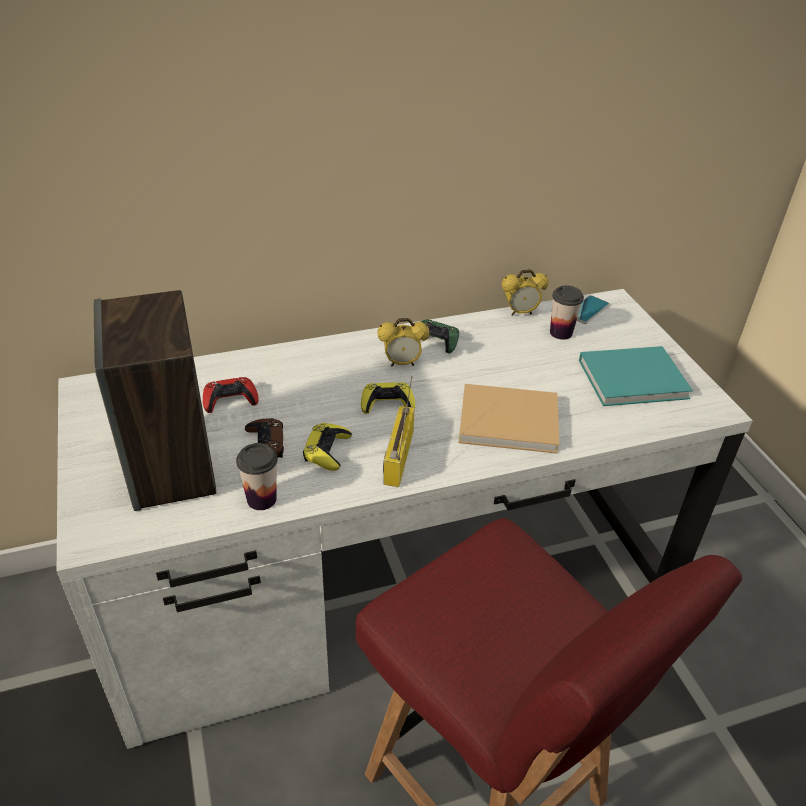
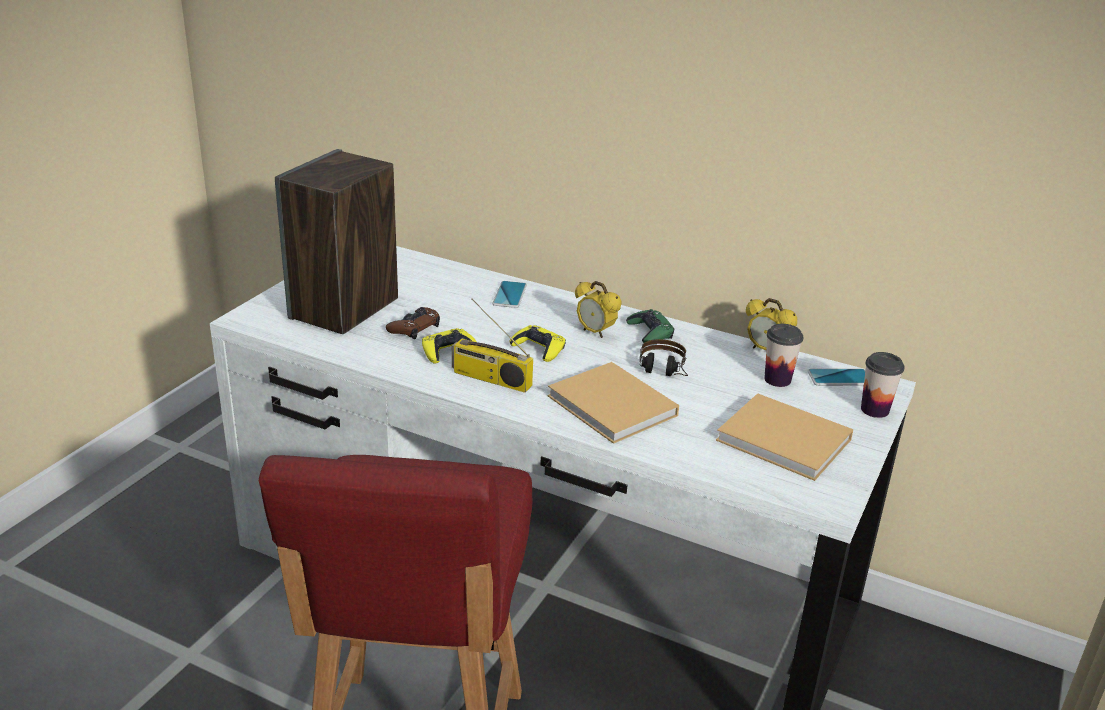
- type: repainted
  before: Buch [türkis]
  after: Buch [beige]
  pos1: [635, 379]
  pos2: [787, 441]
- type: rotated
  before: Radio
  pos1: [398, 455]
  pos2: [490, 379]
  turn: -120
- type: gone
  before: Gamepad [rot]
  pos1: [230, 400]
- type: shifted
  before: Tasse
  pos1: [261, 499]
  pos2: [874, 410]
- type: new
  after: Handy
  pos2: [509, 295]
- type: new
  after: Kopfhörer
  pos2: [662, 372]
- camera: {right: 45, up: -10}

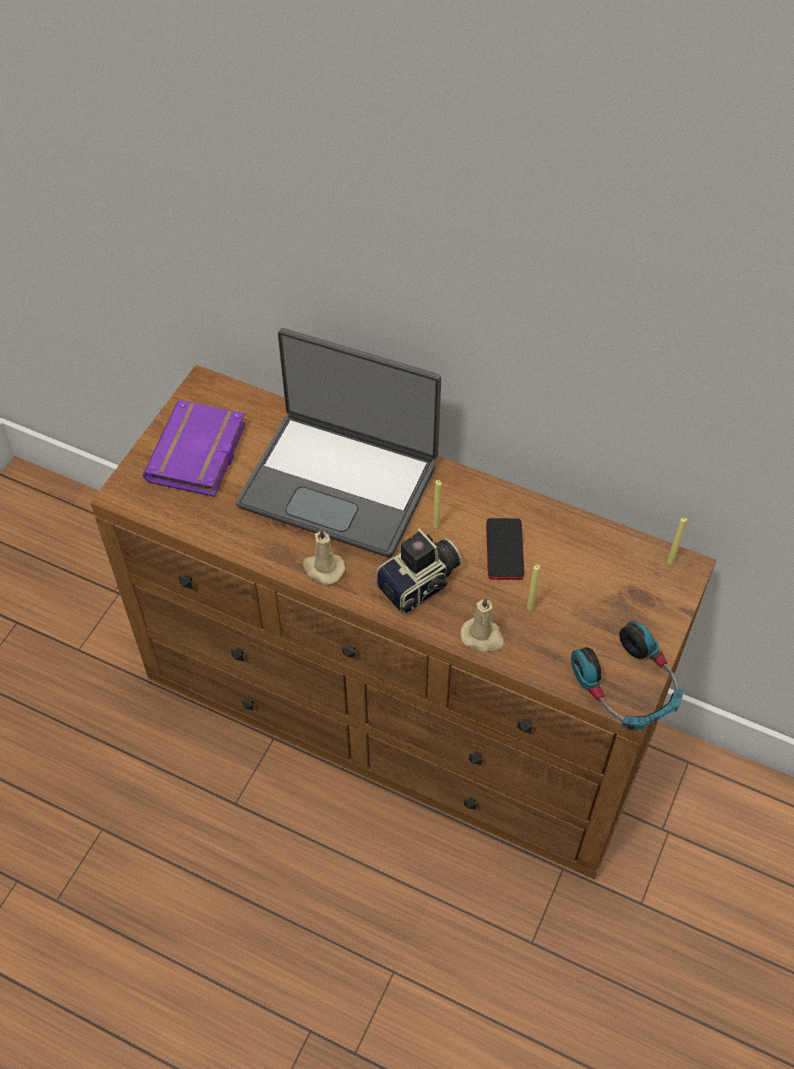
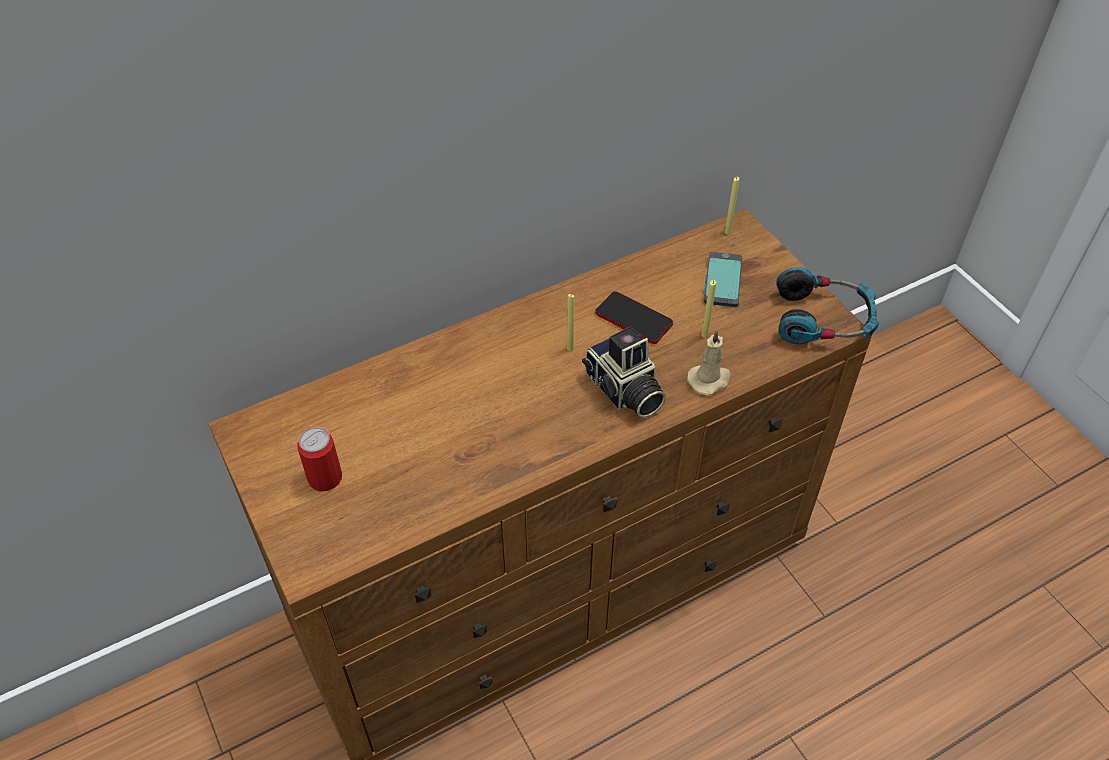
- type: gone
  before: Laptop
  pos1: [340, 482]
- type: swapped
  before: Buch [lila]
  after: Dose
  pos1: [199, 456]
  pos2: [325, 478]
- type: gone
  before: Kerze [beige]
  pos1: [323, 568]
- type: rotated
  before: Kamera
  pos1: [421, 585]
  pos2: [623, 391]
  turn: 150
- type: new
  after: Handy
  pos2: [722, 280]
- camera: {right: -55, up: -5}

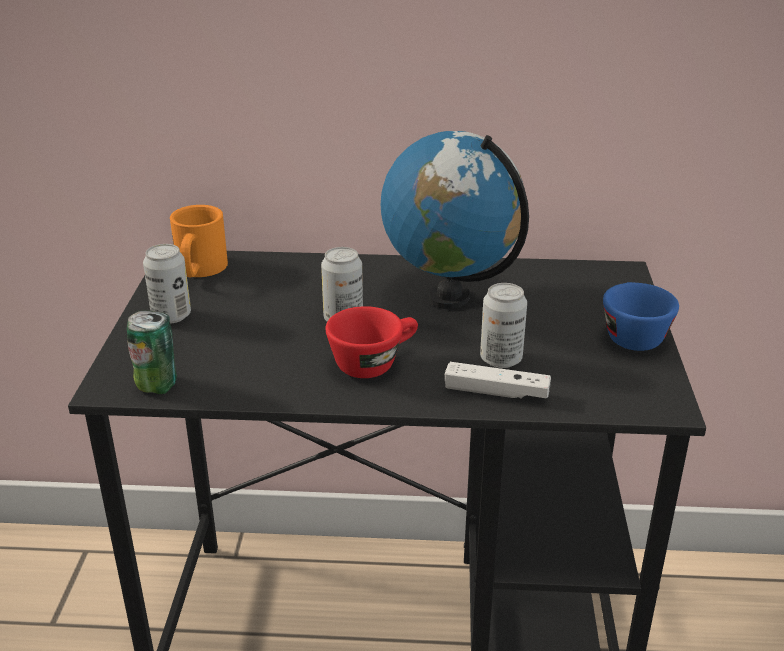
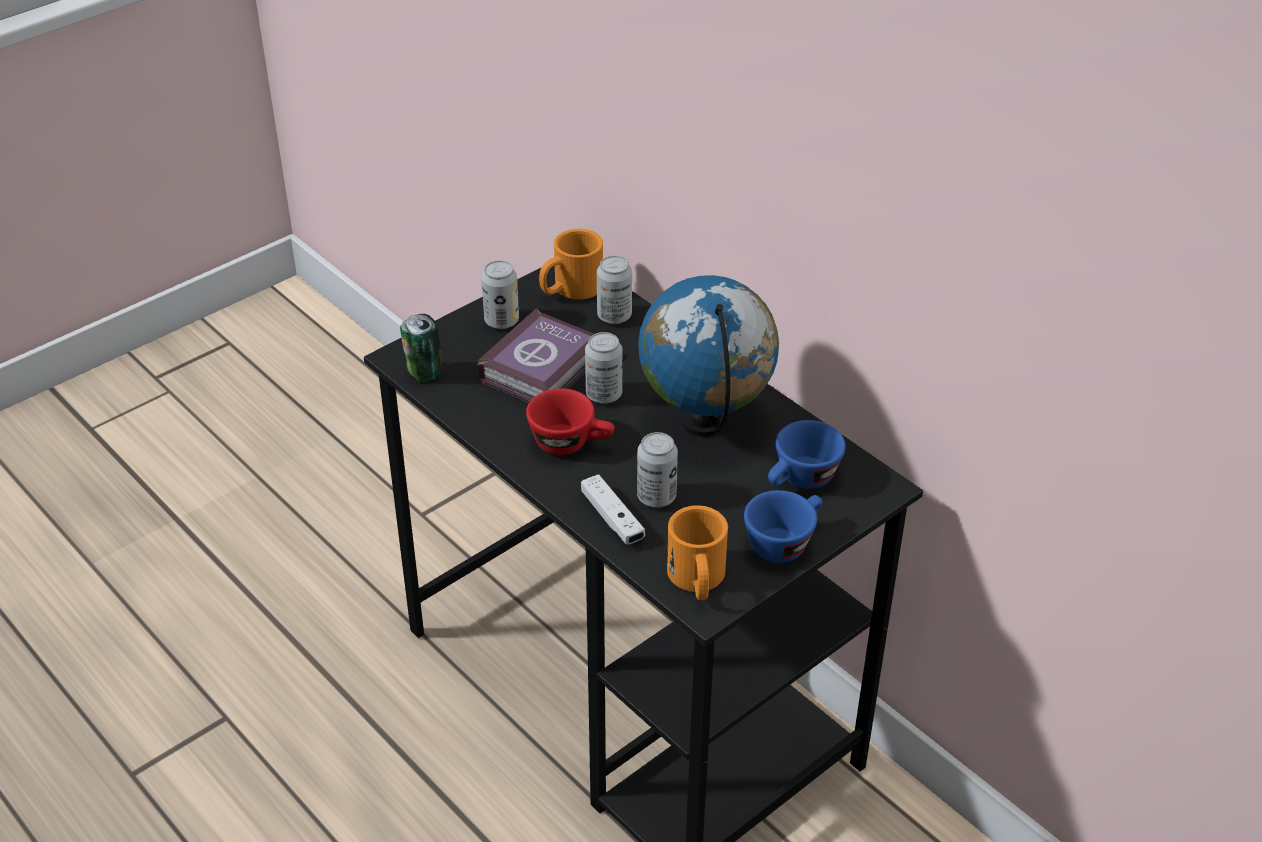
- type: new
  after: Dose
  pos2: [614, 316]
- type: new
  after: Buch
  pos2: [544, 367]
- type: new
  after: Tasse [blau]
  pos2: [801, 480]
- type: new
  after: Henkelbecher [orange]
  pos2: [697, 581]
- camera: {right: 45, up: 10}

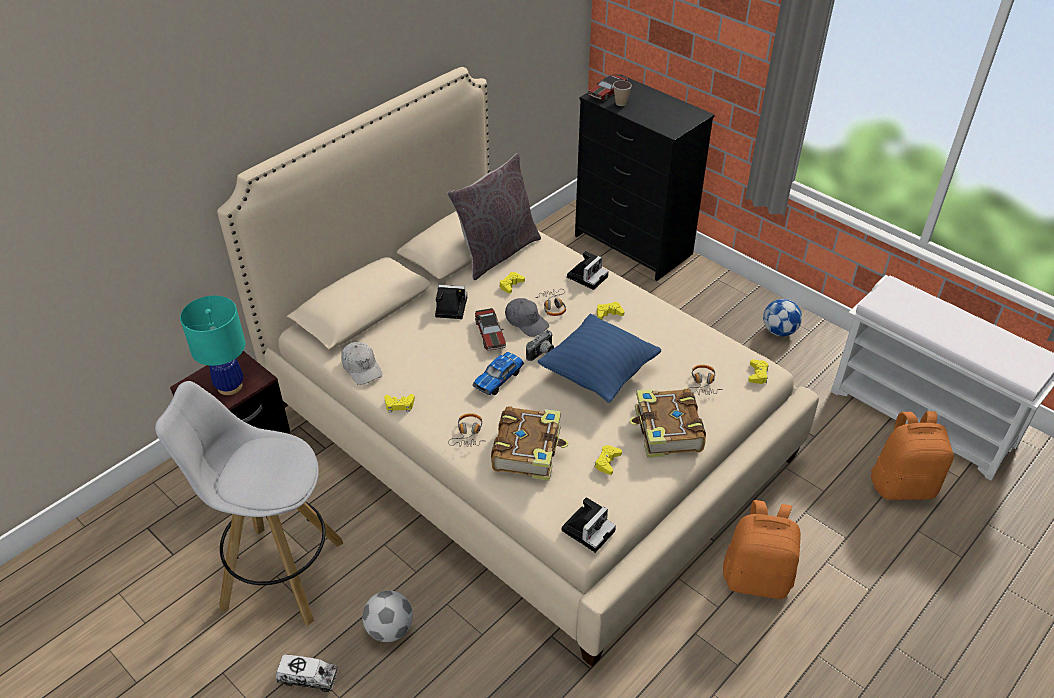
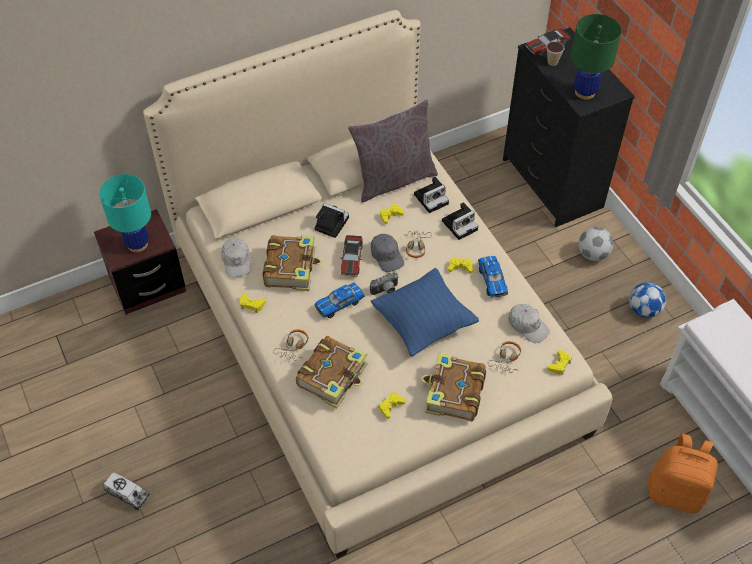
- type: gone
  before: Hocker [weiß]
  pos1: [280, 574]
- type: shifted
  before: Kamera
  pos1: [588, 529]
  pos2: [432, 198]
- type: gone
  before: Rucksack [orange]
  pos1: [757, 578]
- type: shifted
  before: Fußball
  pos1: [390, 629]
  pos2: [593, 254]
- type: new
  after: Tischlampe [grün]
  pos2: [584, 92]
- type: new
  after: Buch
  pos2: [291, 268]
- type: new
  after: Spielzeugauto
  pos2: [492, 280]
- type: new
  after: Kappe [weiß]
  pos2: [528, 326]
- camera: {right: 20, up: 10}

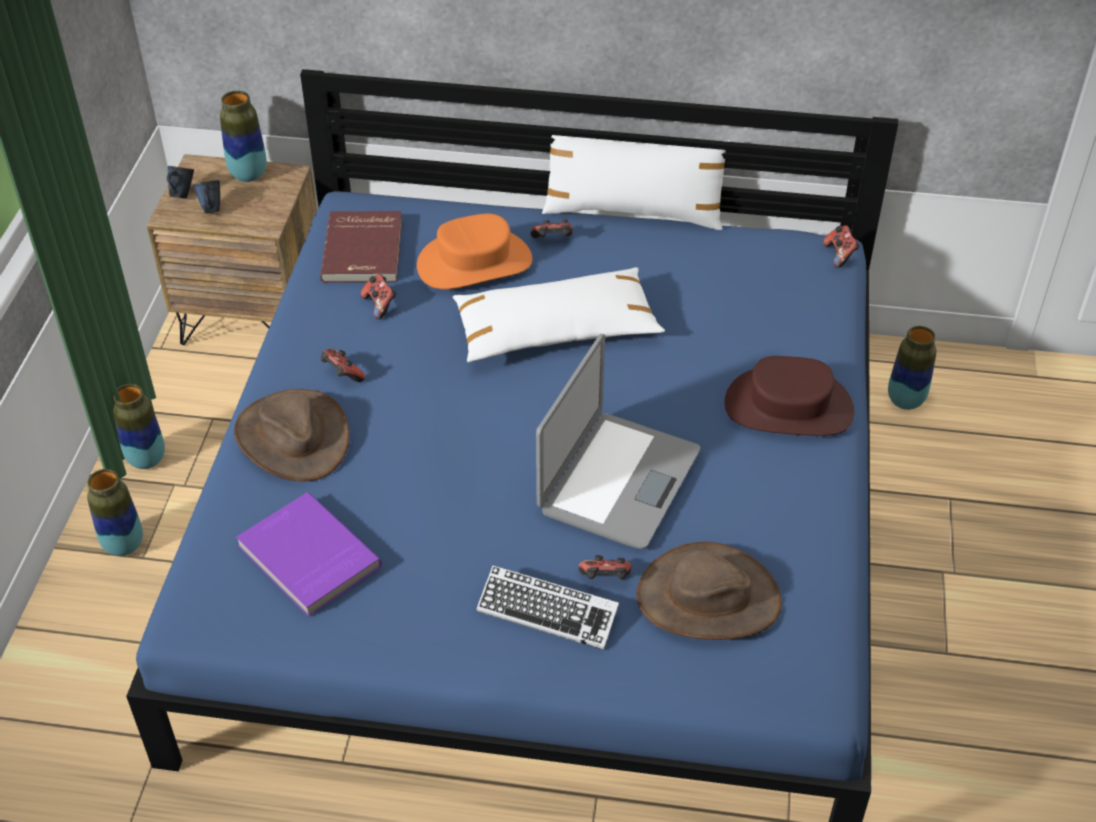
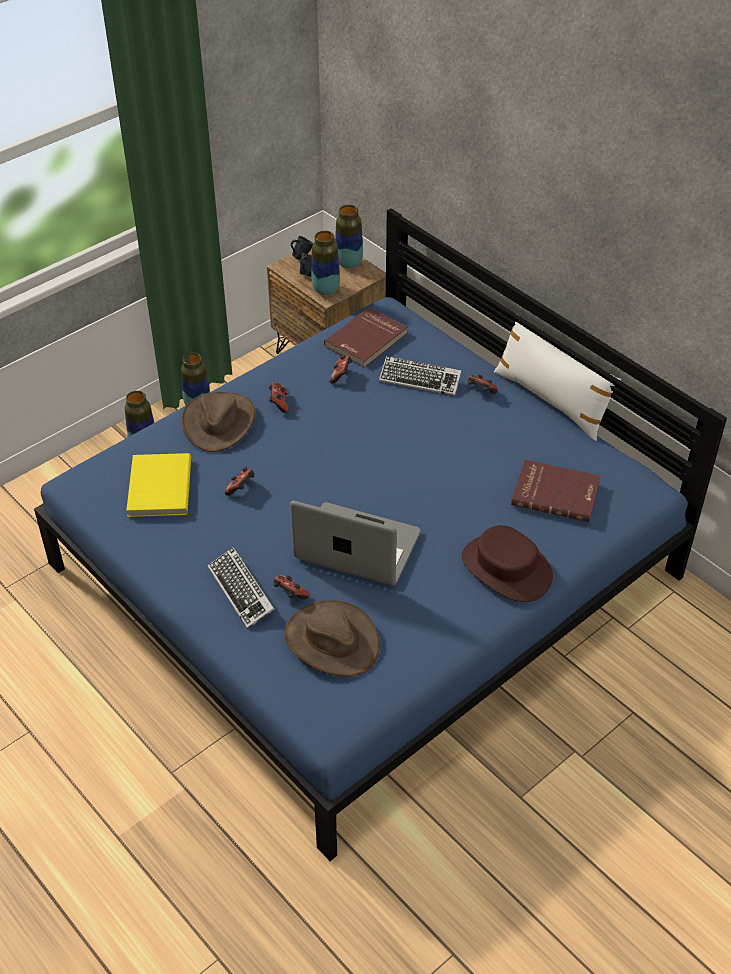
- type: swapped
  before: Hut [orange]
  after: Tastatur
  pos1: [474, 262]
  pos2: [420, 380]
- type: shifted
  before: Gamepad
  pos1: [840, 255]
  pos2: [241, 488]
- type: gone
  before: Kissen [weiß]
  pos1: [555, 330]
- type: shifted
  before: Vase
  pos1: [905, 401]
  pos2: [326, 290]
- type: rotated
  before: Laptop
  pos1: [618, 481]
  pos2: [357, 547]
  turn: -135
- type: repainted
  before: Buch [lila]
  after: Buch [gelb]
  pos1: [307, 557]
  pos2: [158, 487]
- type: new
  after: Buch [rot]
  pos2: [556, 492]
- camera: {right: 40, up: 0}

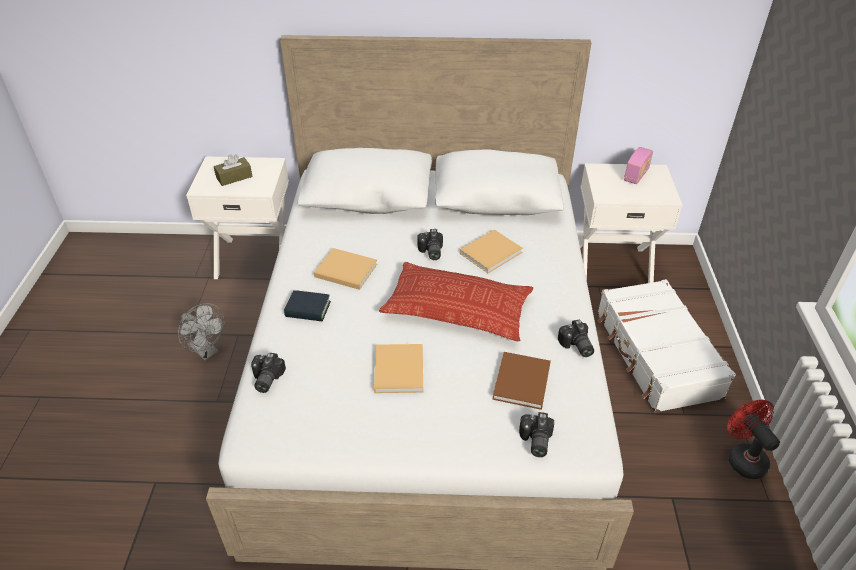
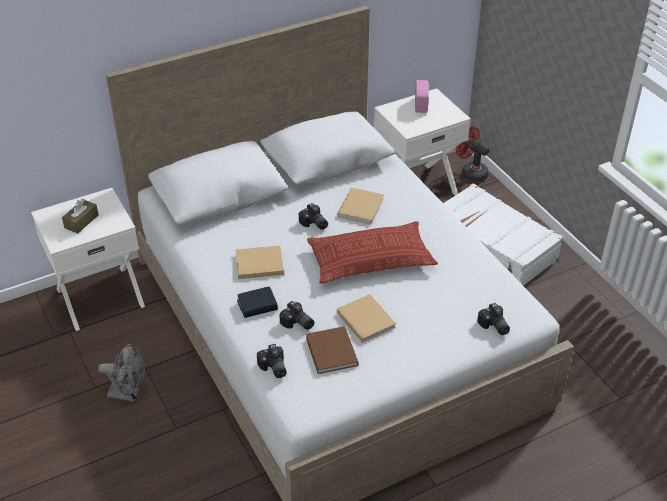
- type: shifted
  before: Kamera
  pos1: [576, 346]
  pos2: [297, 324]
- type: shifted
  before: Buch [braun]
  pos1: [521, 383]
  pos2: [332, 353]
- type: shifted
  before: Ventilator [rot]
  pos1: [743, 457]
  pos2: [471, 172]
- camera: {right: -30, up: 0}

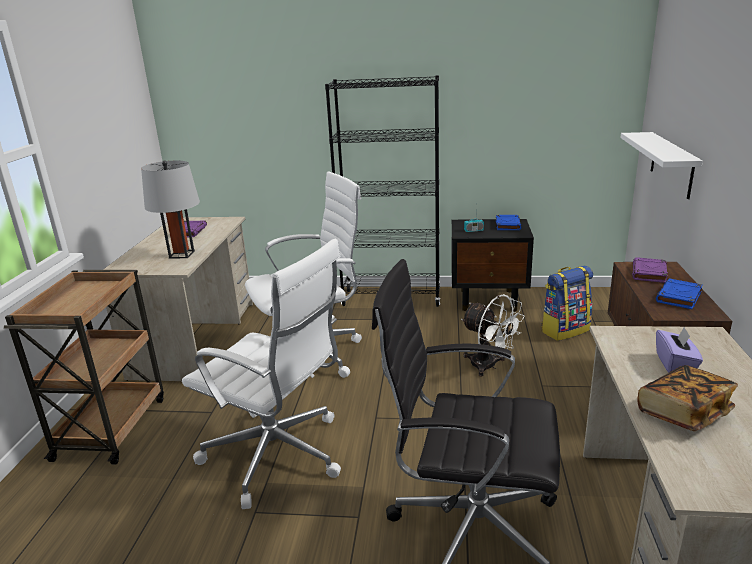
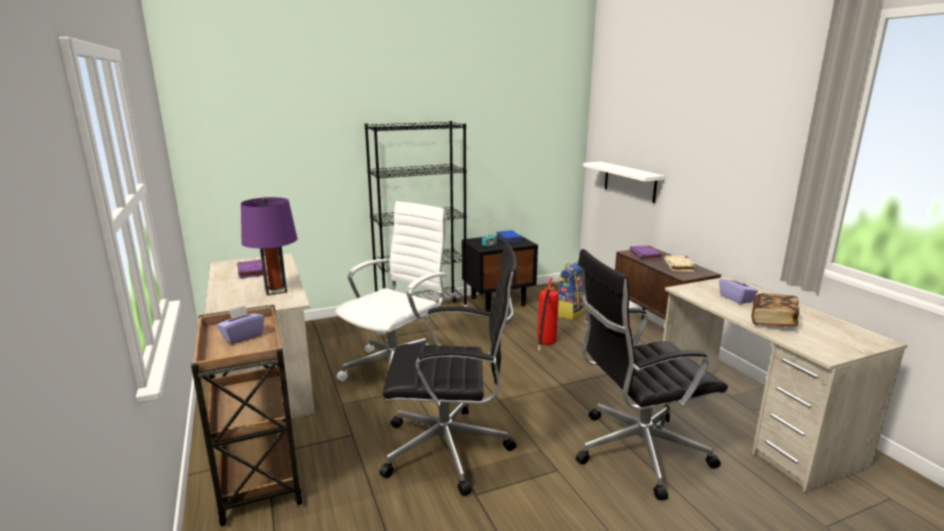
- type: repainted
  before: Tischlampe [grau]
  after: Tischlampe [lila]
  pos1: [181, 254]
  pos2: [275, 290]
- type: repainted
  before: Bürostuhl [weiß]
  after: Bürostuhl [schwarz]
  pos1: [278, 456]
  pos2: [450, 449]
- type: repainted
  before: Buch [blau]
  after: Buch [beige]
  pos1: [678, 297]
  pos2: [679, 266]
- type: swapped
  before: Ventilator [weiß]
  after: Feuerlöscher
  pos1: [489, 366]
  pos2: [544, 346]
- type: new
  after: Taschentuchbox [lila]
  pos2: [242, 336]
- camera: {right: -30, up: -5}

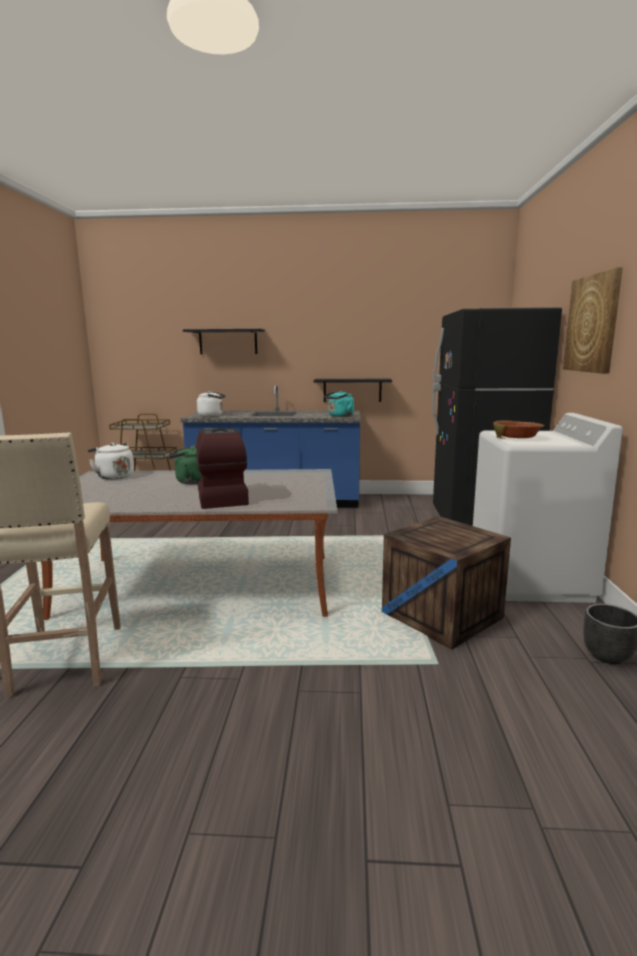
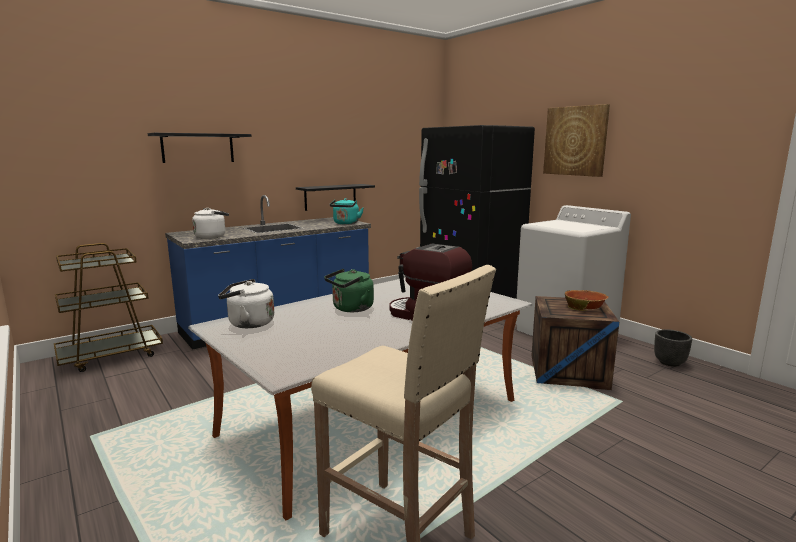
- type: shifted
  before: Schüssel
  pos1: [517, 438]
  pos2: [585, 307]
- camera: {right: -40, up: 0}

